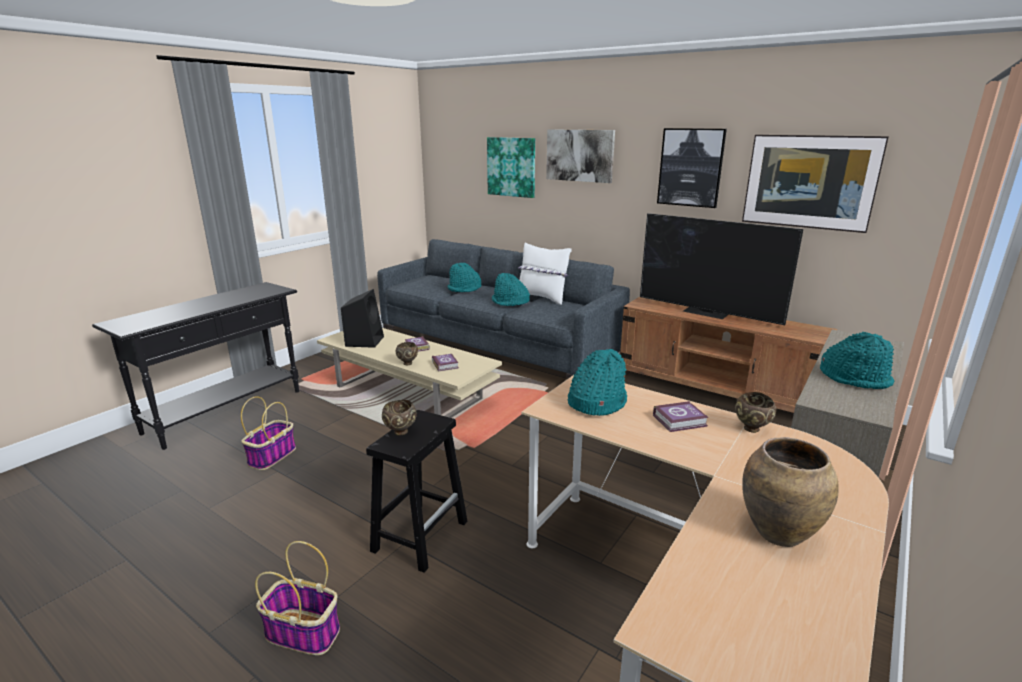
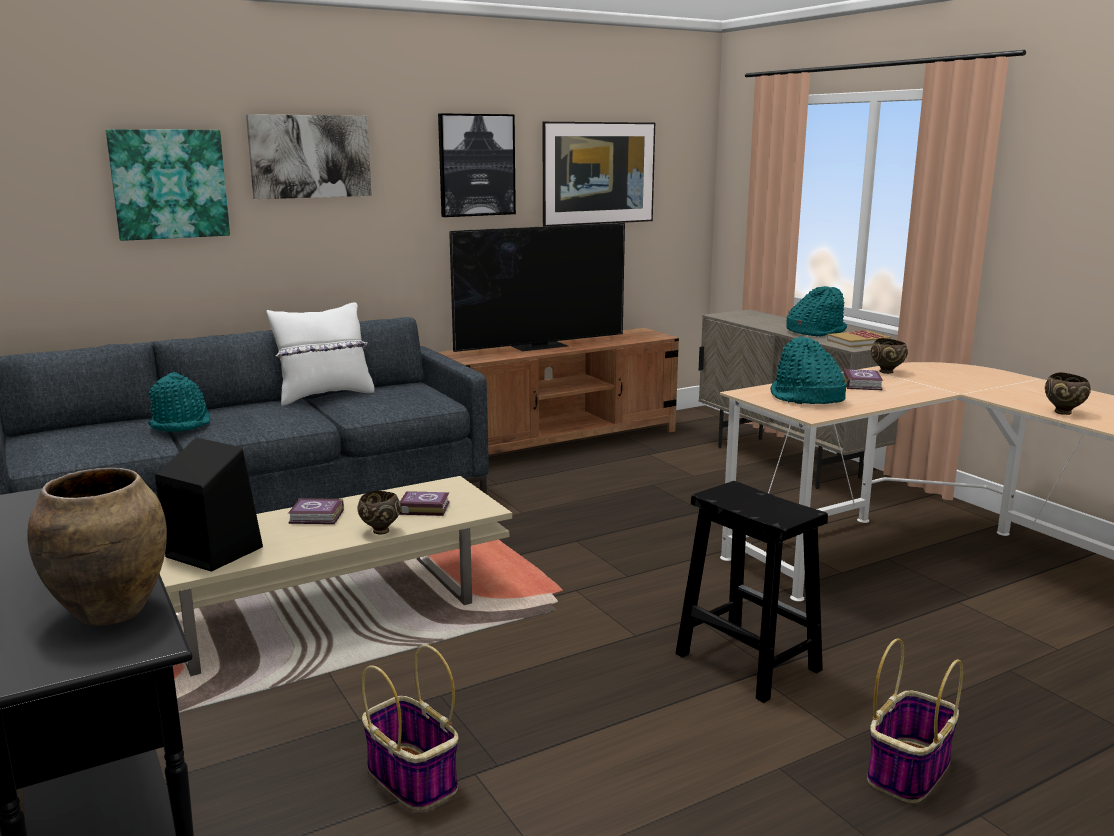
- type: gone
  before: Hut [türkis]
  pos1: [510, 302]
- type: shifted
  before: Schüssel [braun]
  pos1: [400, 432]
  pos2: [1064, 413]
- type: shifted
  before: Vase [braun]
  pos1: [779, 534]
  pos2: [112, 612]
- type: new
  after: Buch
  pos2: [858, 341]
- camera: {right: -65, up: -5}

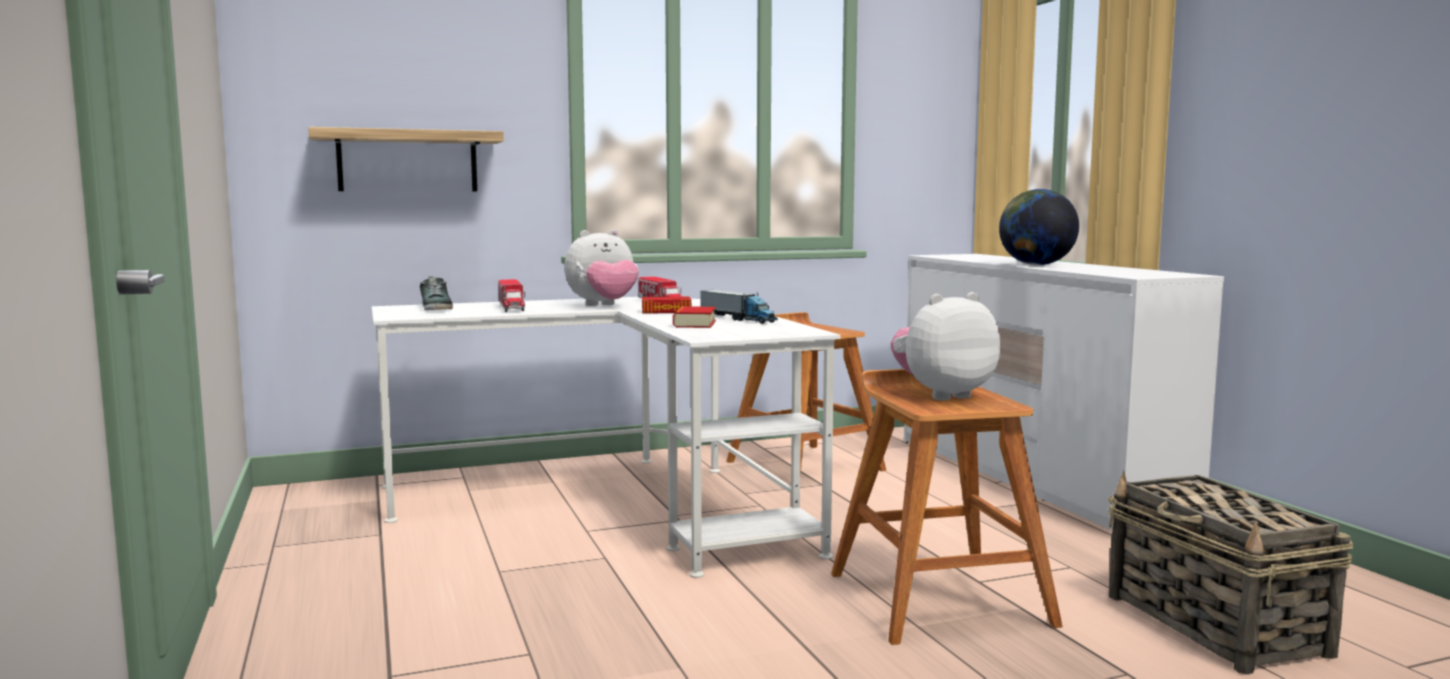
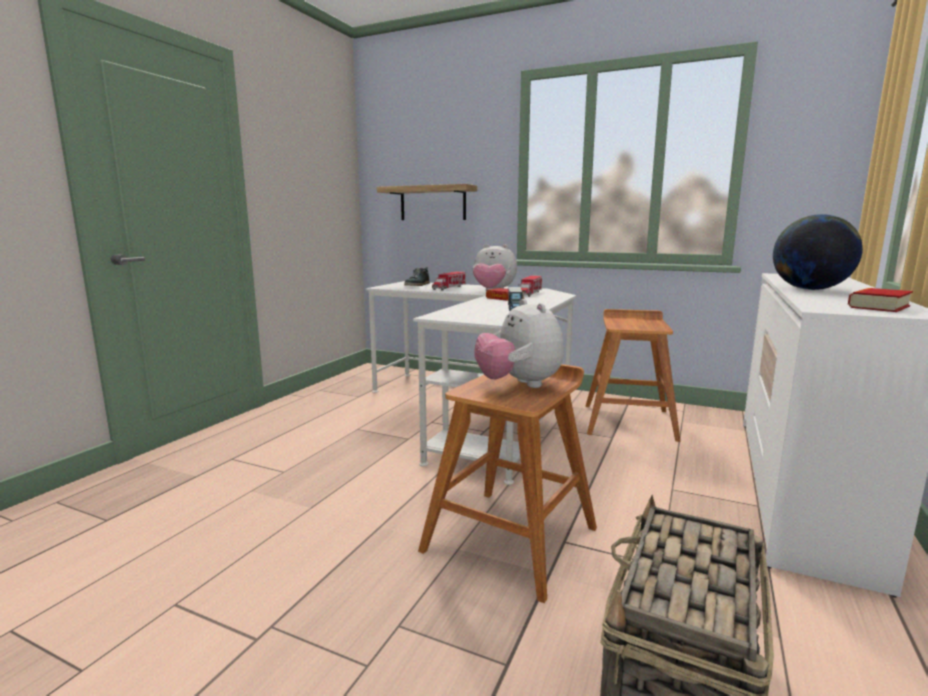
- type: rotated
  before: Plüschtier
  pos1: [942, 395]
  pos2: [518, 385]
  turn: -135
- type: shifted
  before: Buch
  pos1: [694, 324]
  pos2: [878, 306]
- camera: {right: 45, up: 5}

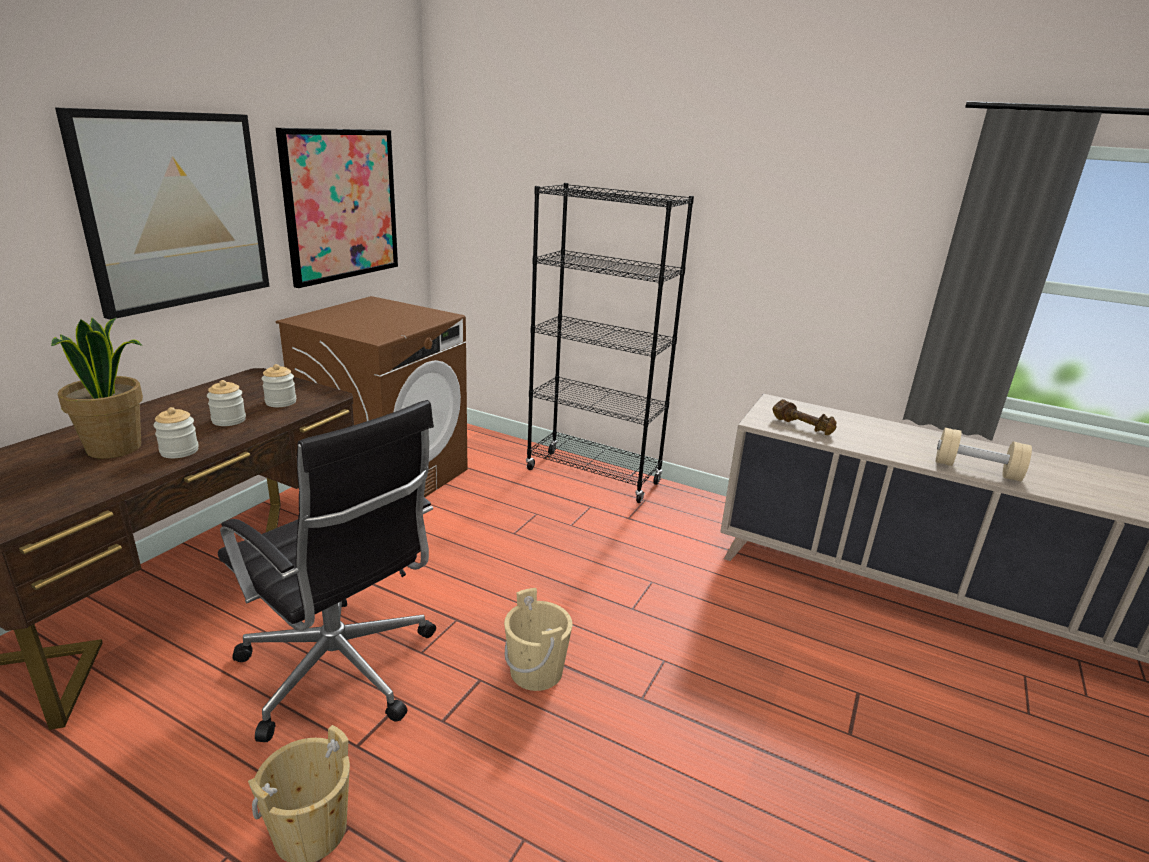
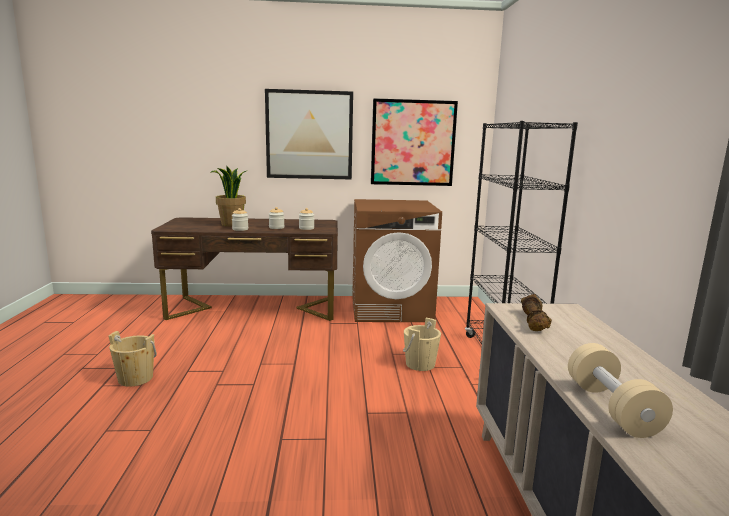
- type: gone
  before: Bürostuhl [schwarz]
  pos1: [341, 671]
- type: shifted
  before: Eimer [beige]
  pos1: [536, 671]
  pos2: [420, 364]
- camera: {right: 60, up: -10}

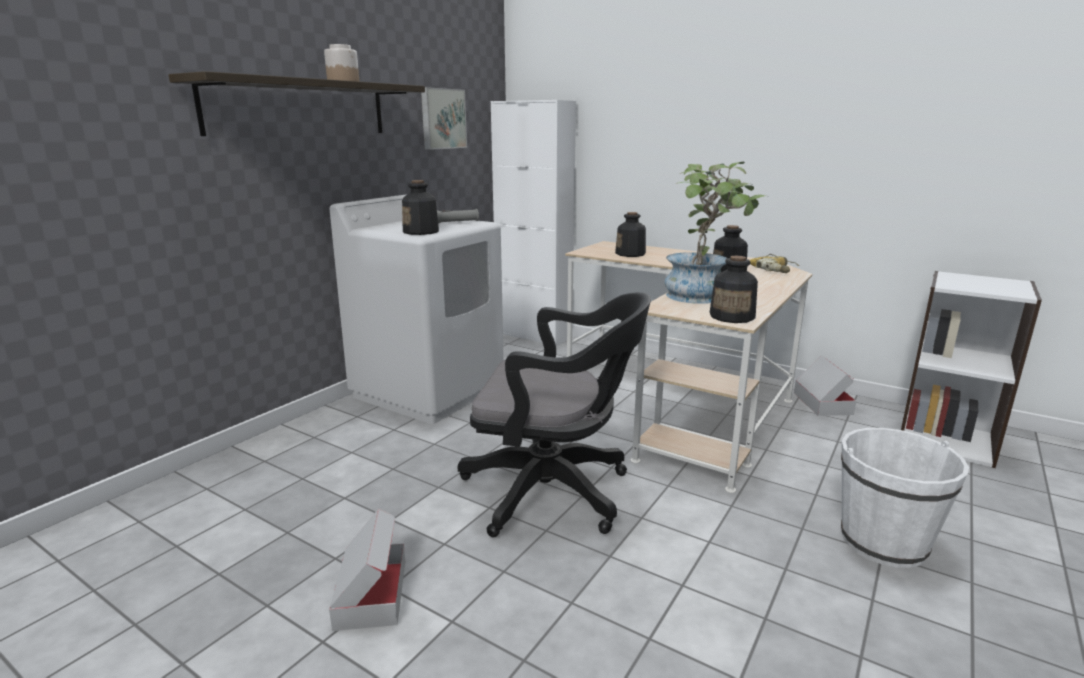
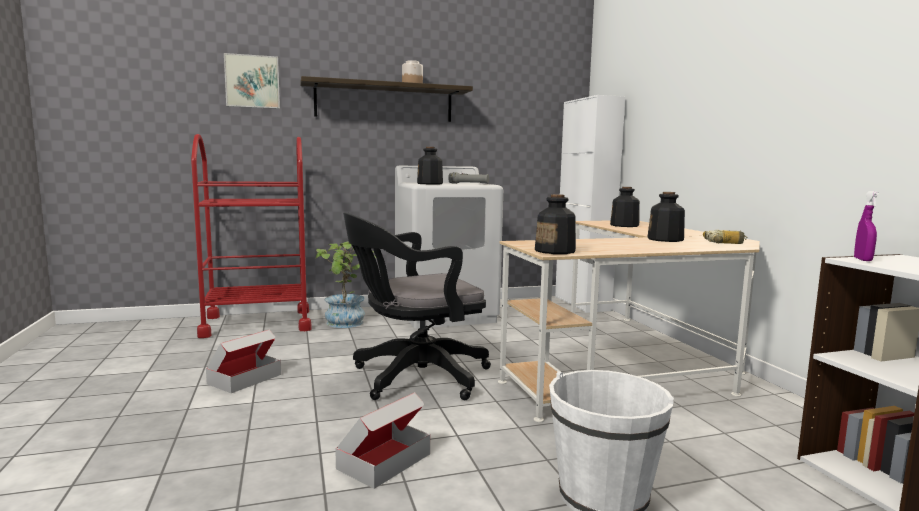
- type: shifted
  before: Bild
  pos1: [442, 119]
  pos2: [252, 82]
- type: shifted
  before: Topfpflanze
  pos1: [703, 297]
  pos2: [346, 324]
- type: rotated
  before: Bürostuhl [schwarz]
  pos1: [555, 492]
  pos2: [414, 377]
  turn: 105
- type: shifted
  before: Karton
  pos1: [822, 403]
  pos2: [384, 461]
- type: new
  after: Rollwagen [rot]
  pos2: [257, 323]
- type: new
  after: Sprühflasche [lila]
  pos2: [863, 260]
- camera: {right: 40, up: -10}

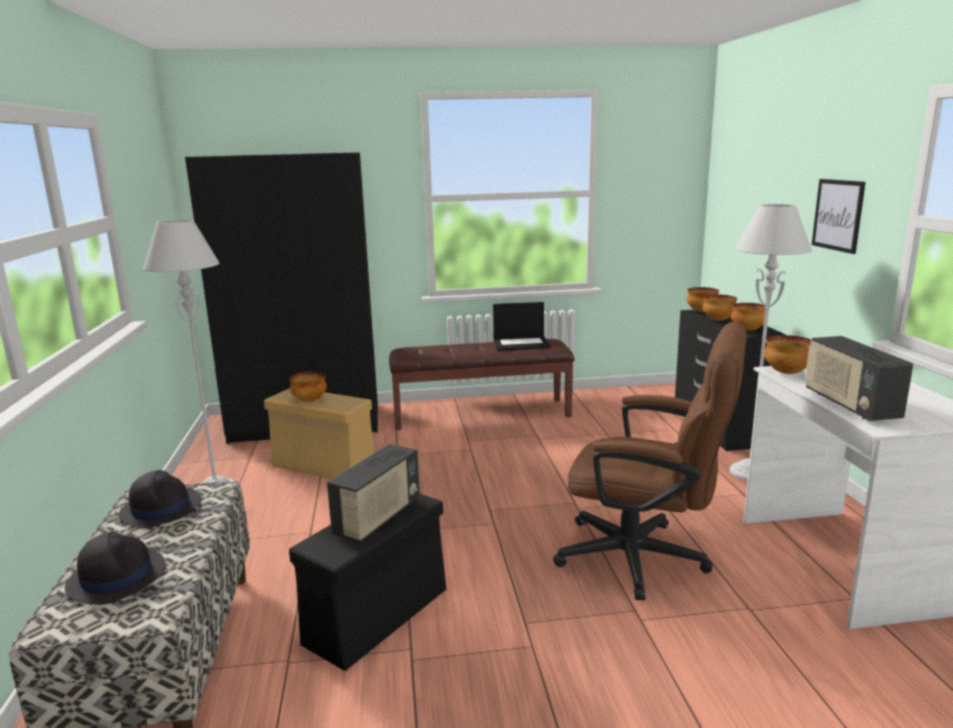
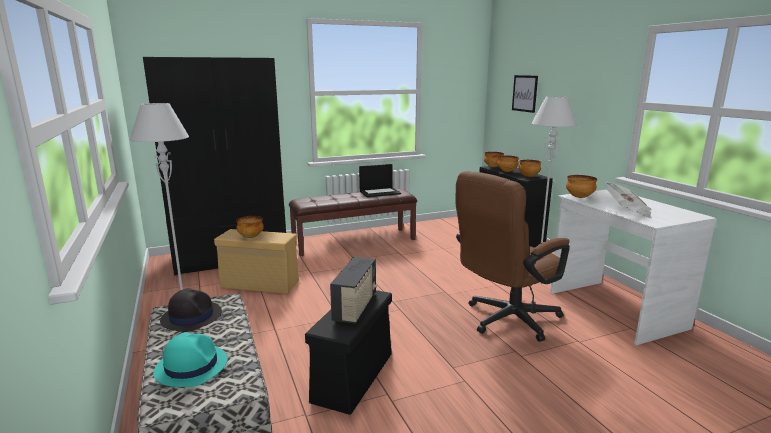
- type: shifted
  before: Bild
  pos1: [838, 215]
  pos2: [524, 93]
- type: rotated
  before: Bürostuhl [braun]
  pos1: [645, 559]
  pos2: [506, 320]
  turn: 135
- type: swapped
  before: Radio
  after: Zeitung
  pos1: [849, 405]
  pos2: [627, 212]
- type: repainted
  before: Hut [schwarz]
  after: Hut [türkis]
  pos1: [117, 576]
  pos2: [191, 366]
- camera: {right: -15, up: 0}

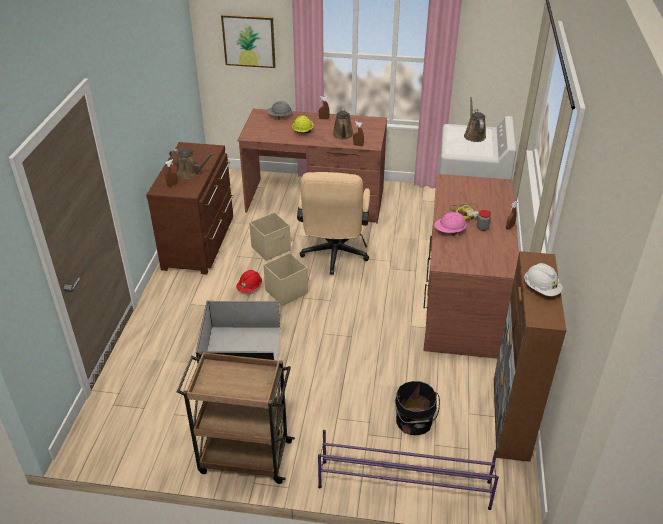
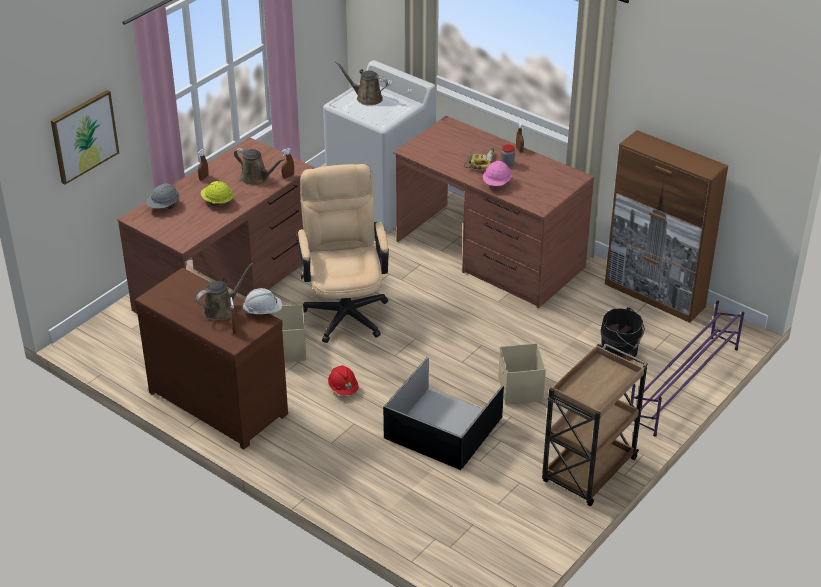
- type: rotated
  before: Bürostuhl [beige]
  pos1: [334, 256]
  pos2: [345, 308]
  turn: -135
- type: shifted
  before: Aufbewahrungsbox [beige]
  pos1: [285, 292]
  pos2: [520, 390]
- type: shifted
  before: Schutzhelm [weiß]
  pos1: [541, 289]
  pos2: [263, 311]
- camera: {right: -60, up: 0}

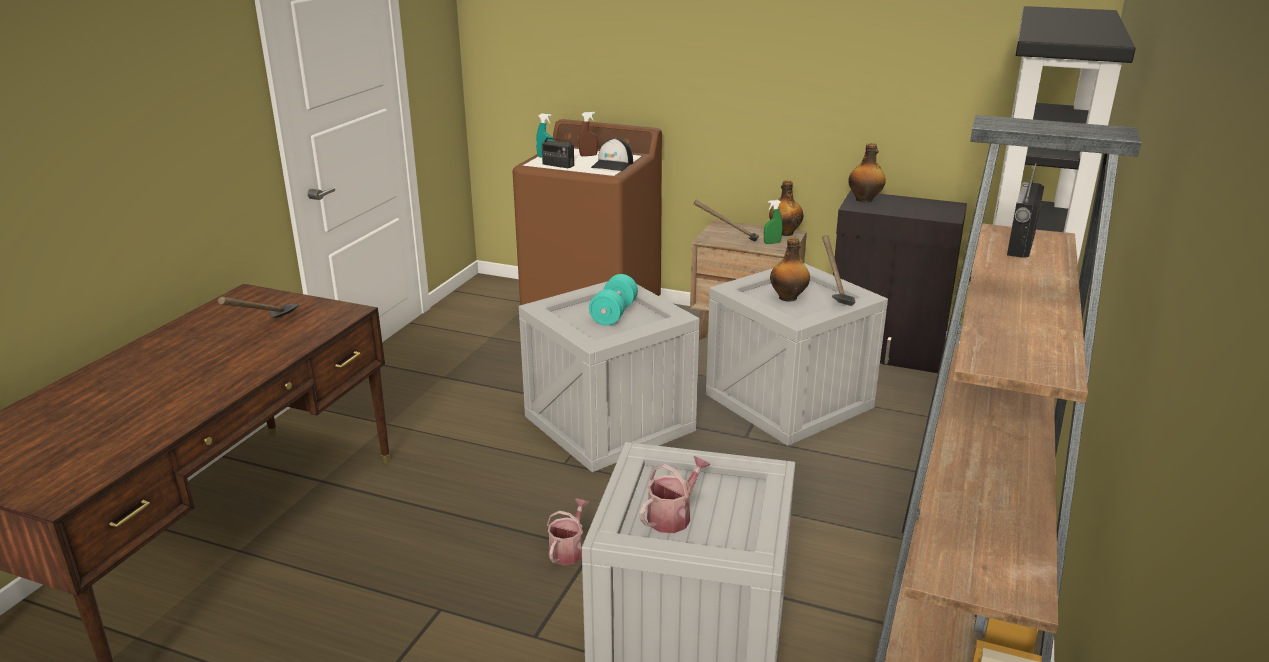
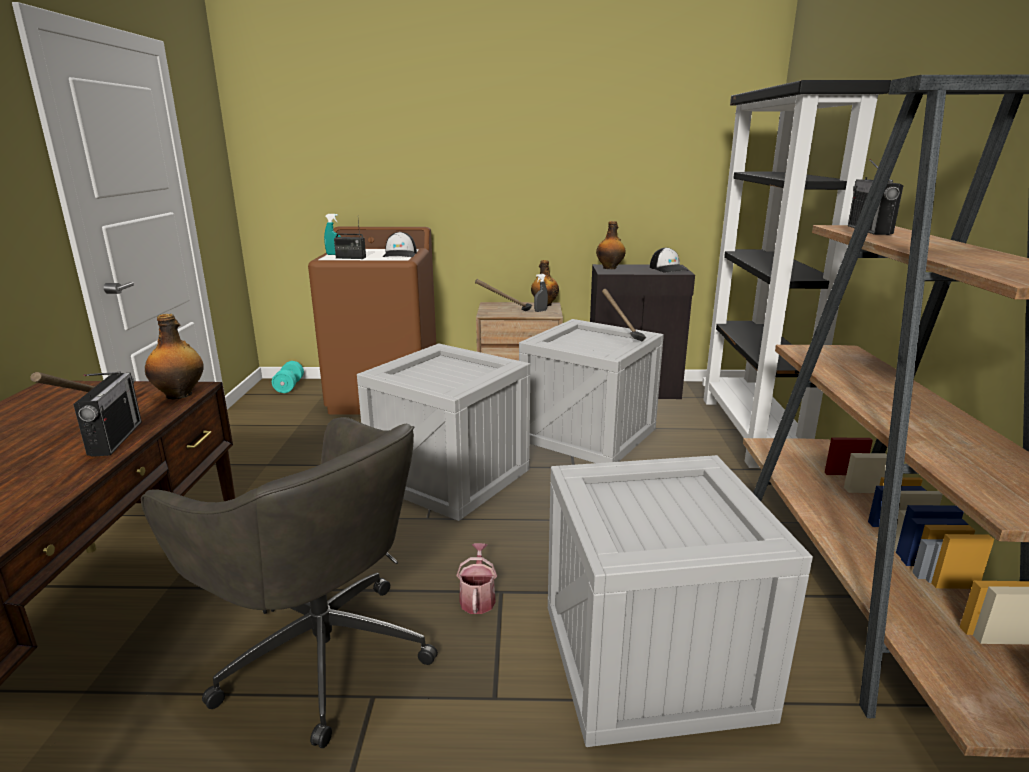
- type: gone
  before: Sprühflasche [braun]
  pos1: [588, 155]
- type: repainted
  before: Sprühflasche [grün]
  after: Sprühflasche [grau]
  pos1: [772, 243]
  pos2: [540, 311]
- type: shifted
  before: Flasche
  pos1: [788, 298]
  pos2: [180, 394]
- type: shifted
  before: Hantel [türkis]
  pos1: [614, 314]
  pos2: [289, 386]
- type: gone
  before: Gießkanne
  pos1: [673, 516]
- type: new
  after: Kappe
  pos2: [668, 269]
- type: new
  after: Radio
  pos2: [116, 438]
- type: new
  after: Bürostuhl [grau]
  pos2: [320, 651]
- camera: {right: -20, up: -5}

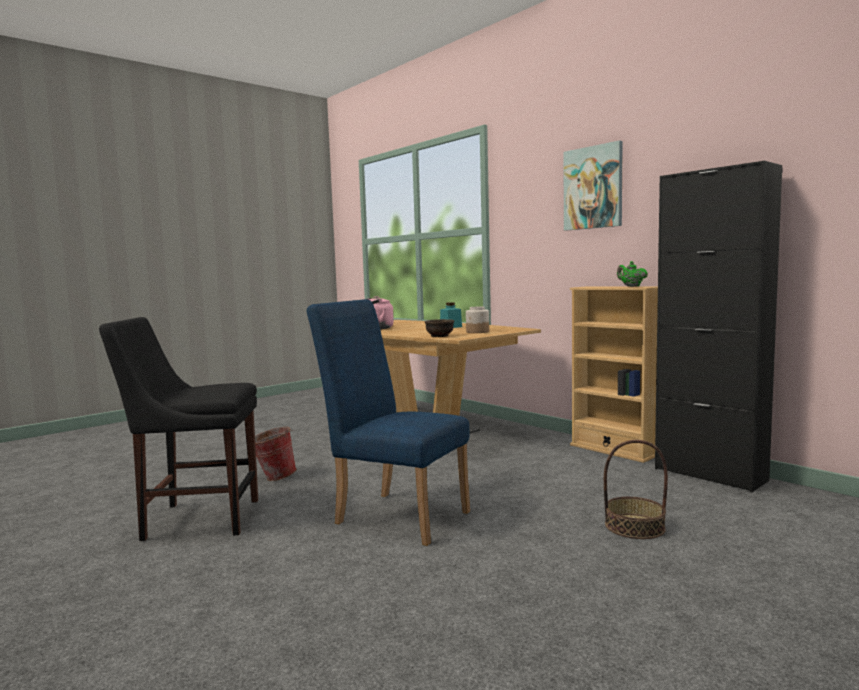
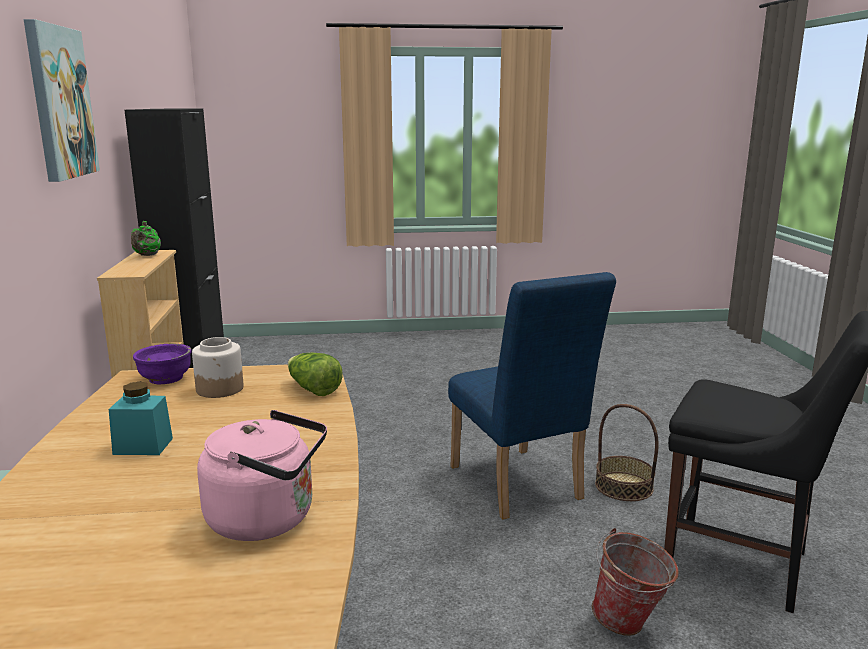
- type: swapped
  before: Schüssel [braun]
  after: Salatkopf
  pos1: [439, 336]
  pos2: [313, 389]
- type: shifted
  before: Korb
  pos1: [634, 526]
  pos2: [624, 486]
- type: new
  after: Schüssel [lila]
  pos2: [166, 379]
- camera: {right: -145, up: 10}

